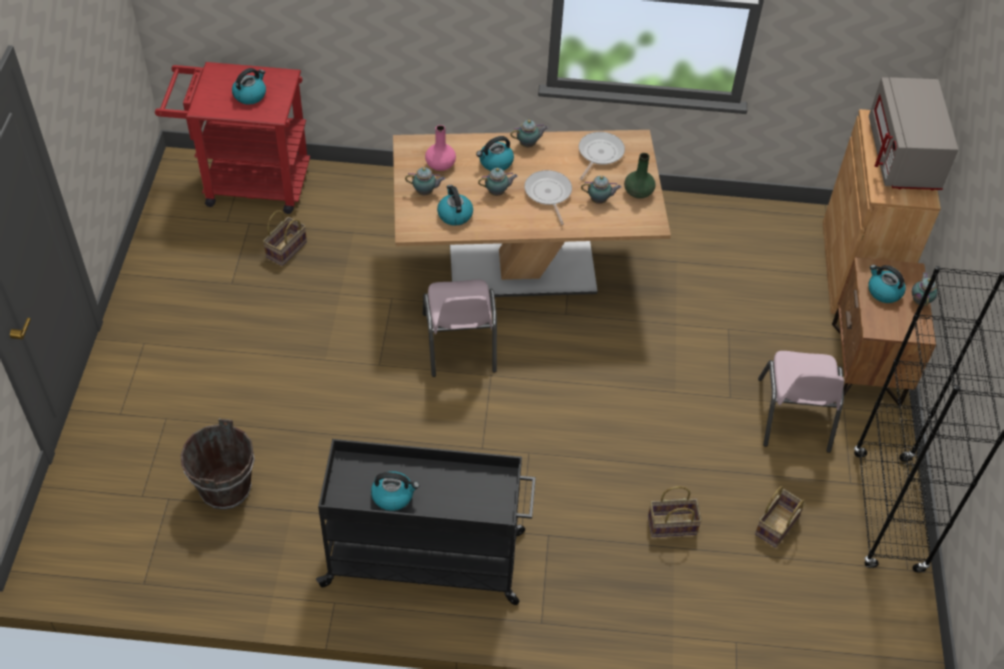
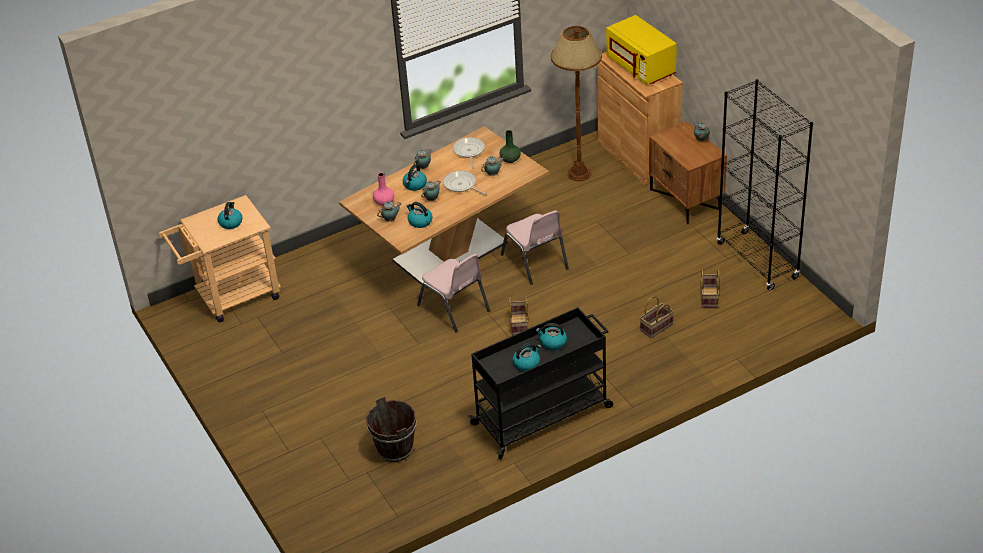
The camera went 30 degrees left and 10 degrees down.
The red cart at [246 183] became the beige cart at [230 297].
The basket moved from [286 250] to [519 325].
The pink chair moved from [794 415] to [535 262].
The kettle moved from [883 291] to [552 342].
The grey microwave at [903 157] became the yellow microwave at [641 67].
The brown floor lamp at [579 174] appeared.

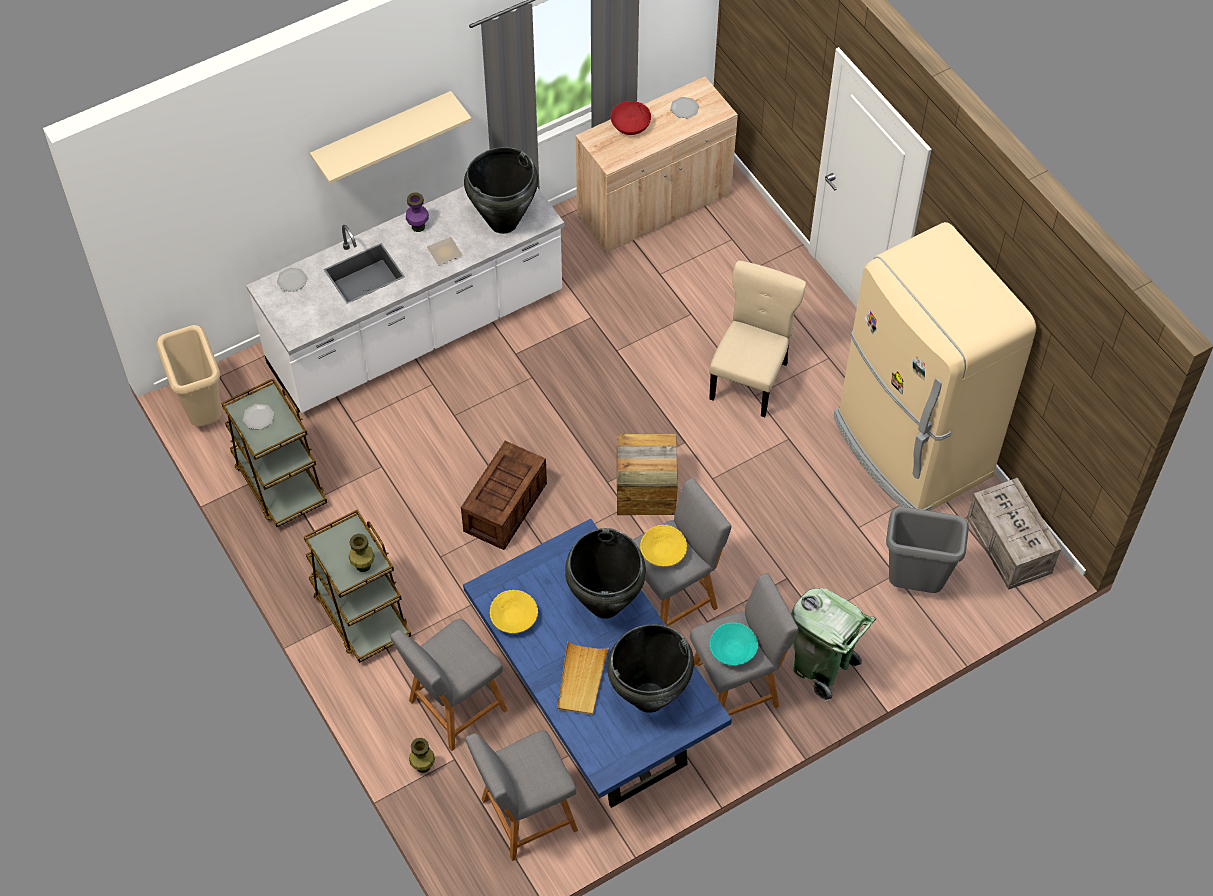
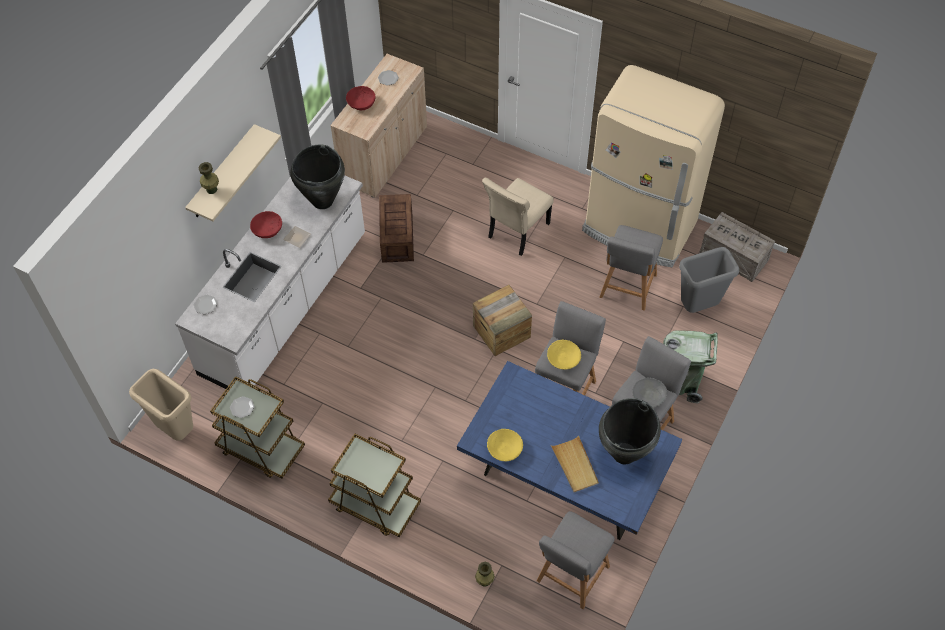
The camera went 30 degrees left and 0 degrees up.
The green vase moved from [363 565] to [211 189].
The grey stool moved from [454 708] to [627 288].
The purple vase at [418 226] was replaced by the red bowl at [267 229].
The crate moved from [505 506] to [397 236].
The black vase at [605 604] disappeared.
The beige chair at [750 378] turned 135 degrees counterclockwise.
The turquoise bowl at [733 650] became the grey bowl at [648 397].

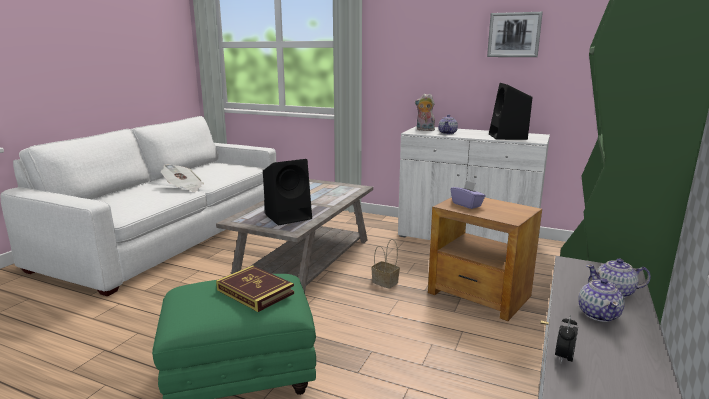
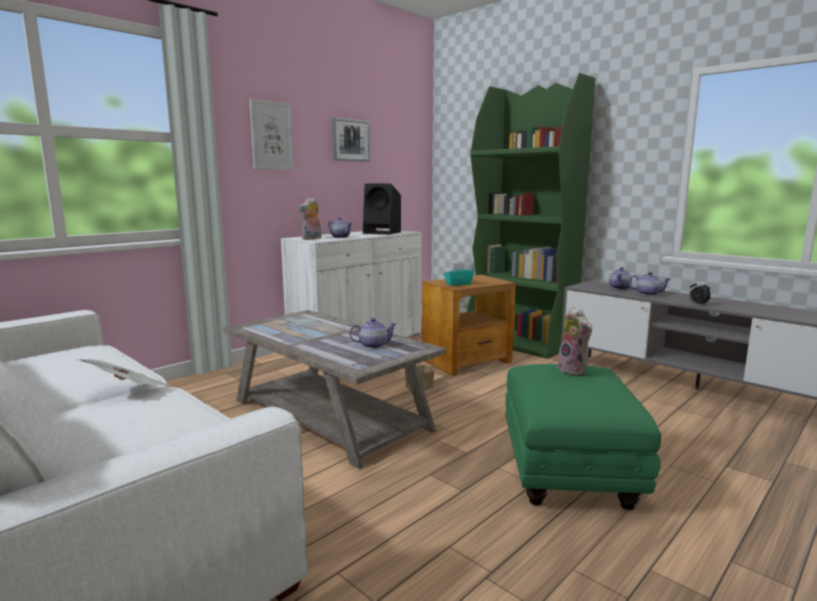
The camera went 70 degrees left and 5 degrees down.
The book at [255 292] was replaced by the plush toy at [574 371].
The black speaker at [289 216] was replaced by the teapot at [373 345].
The purple tissue box at [467 204] became the turquoise tissue box at [458 284].
The picture at [272 135] appeared.

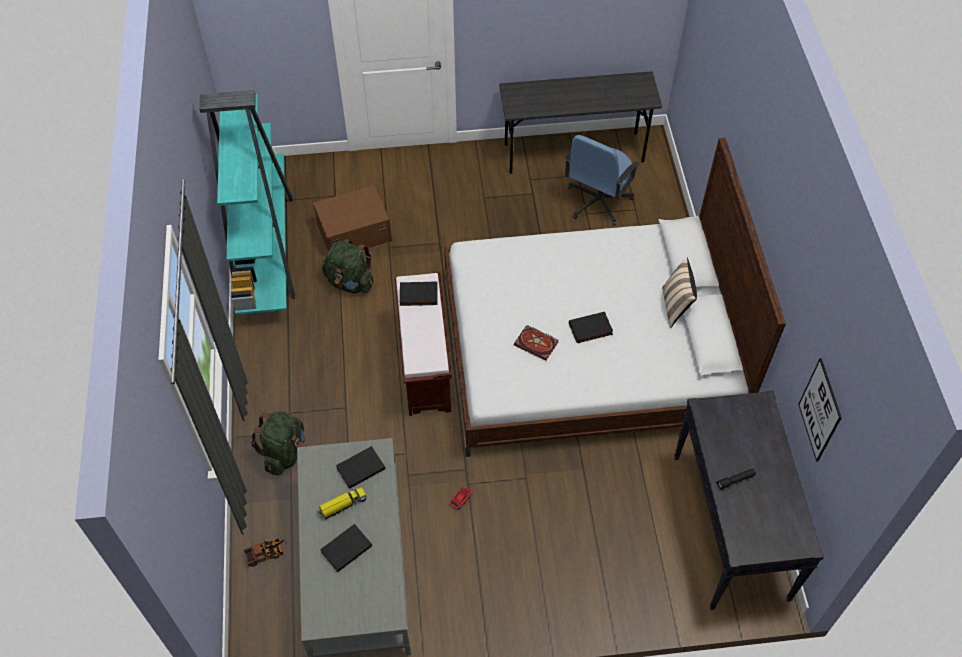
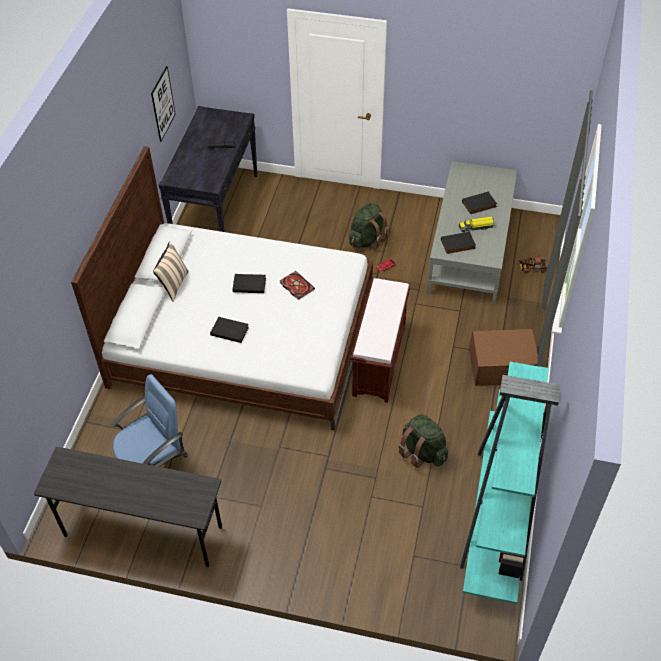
The camera went 160 degrees left and 5 degrees down.
The green backpack moved from [284 452] to [367 239].
The brown storage box moved from [353 232] to [502 367].
The black book moved from [418 296] to [230 330].

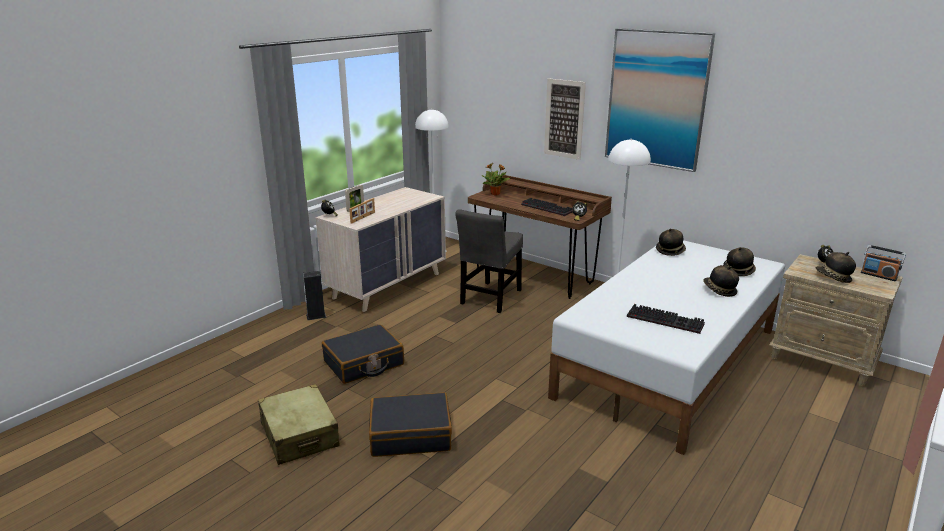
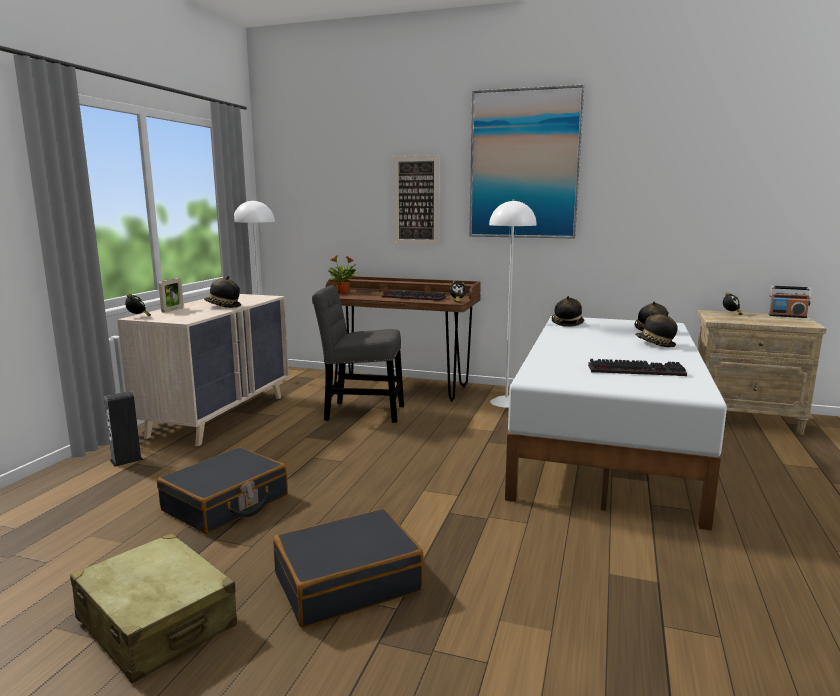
The camera went 20 degrees left and 10 degrees down.
The picture frame at [363 217] disappeared.
The grey chair at [490 298] turned 90 degrees clockwise.
The hat moved from [833 278] to [222 306].

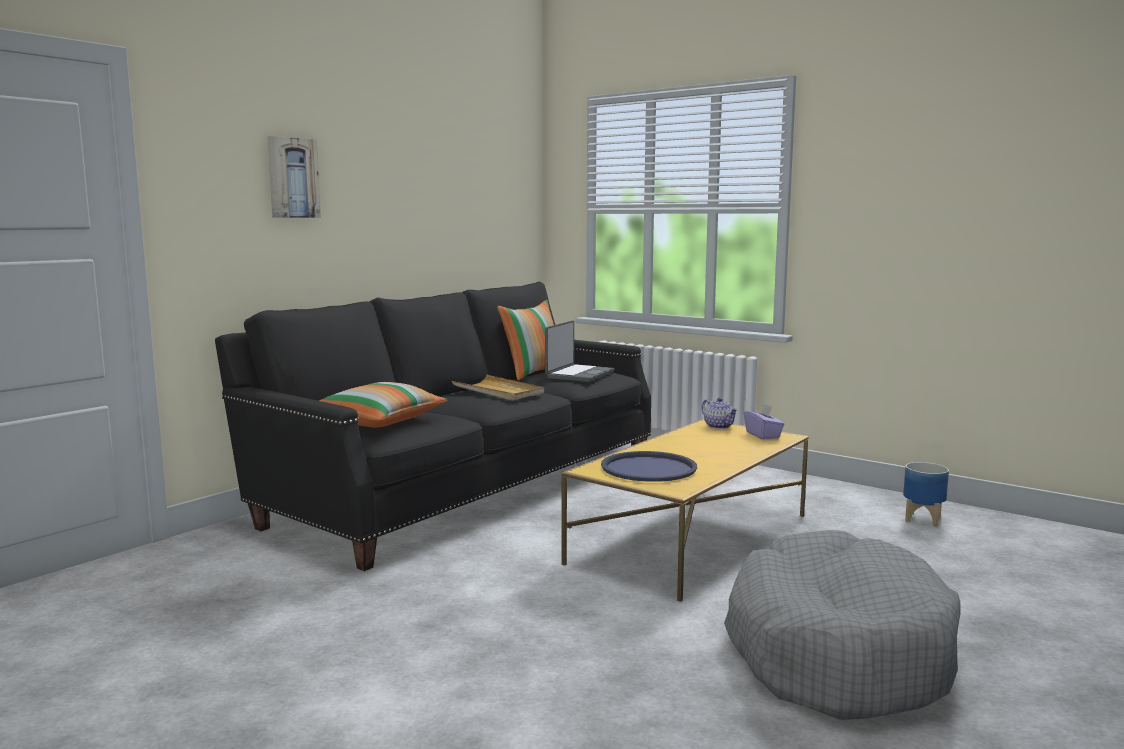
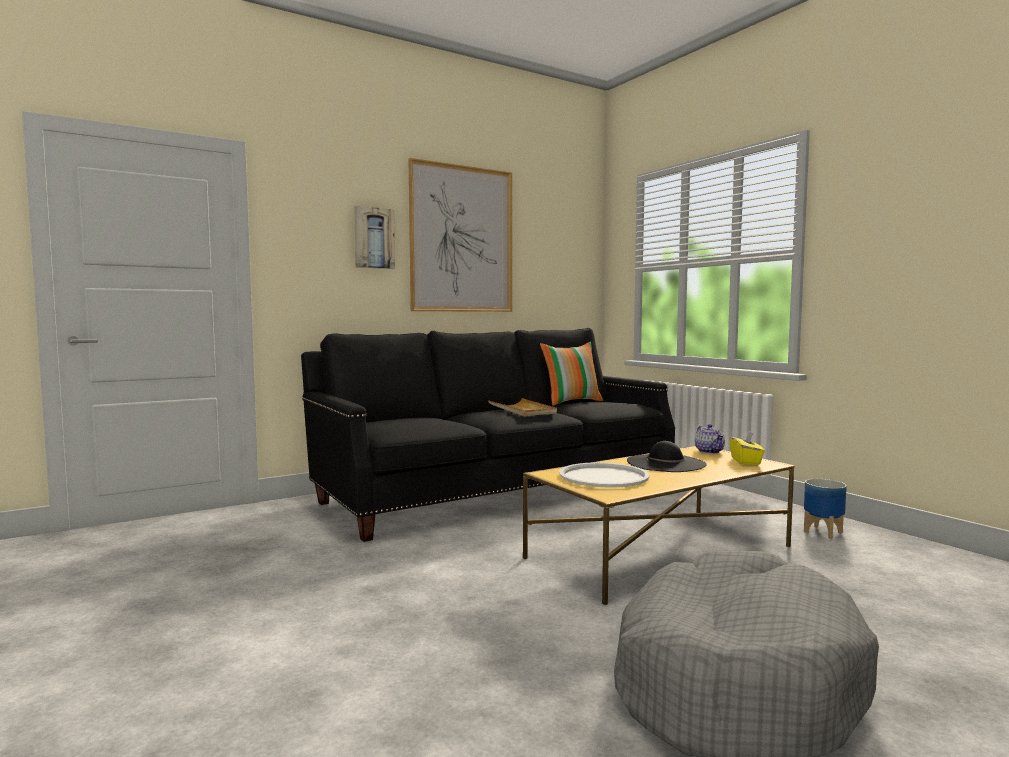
The camera went 20 degrees right and 5 degrees down.
The pillow at [378 422] disappeared.
The laptop at [579 374] disappeared.
The blue tray at [648 468] became the white tray at [603 477].
The purple tissue box at [763 435] became the yellow tissue box at [746 461].
The planter moved from [922 519] to [823 532].
The picture at [462 239] appeared.
The black hat at [666 463] appeared.

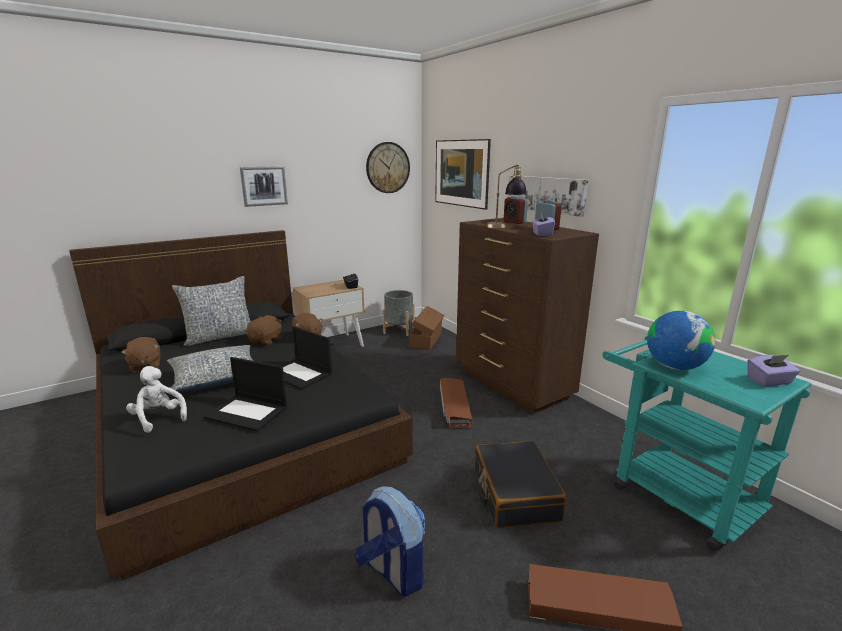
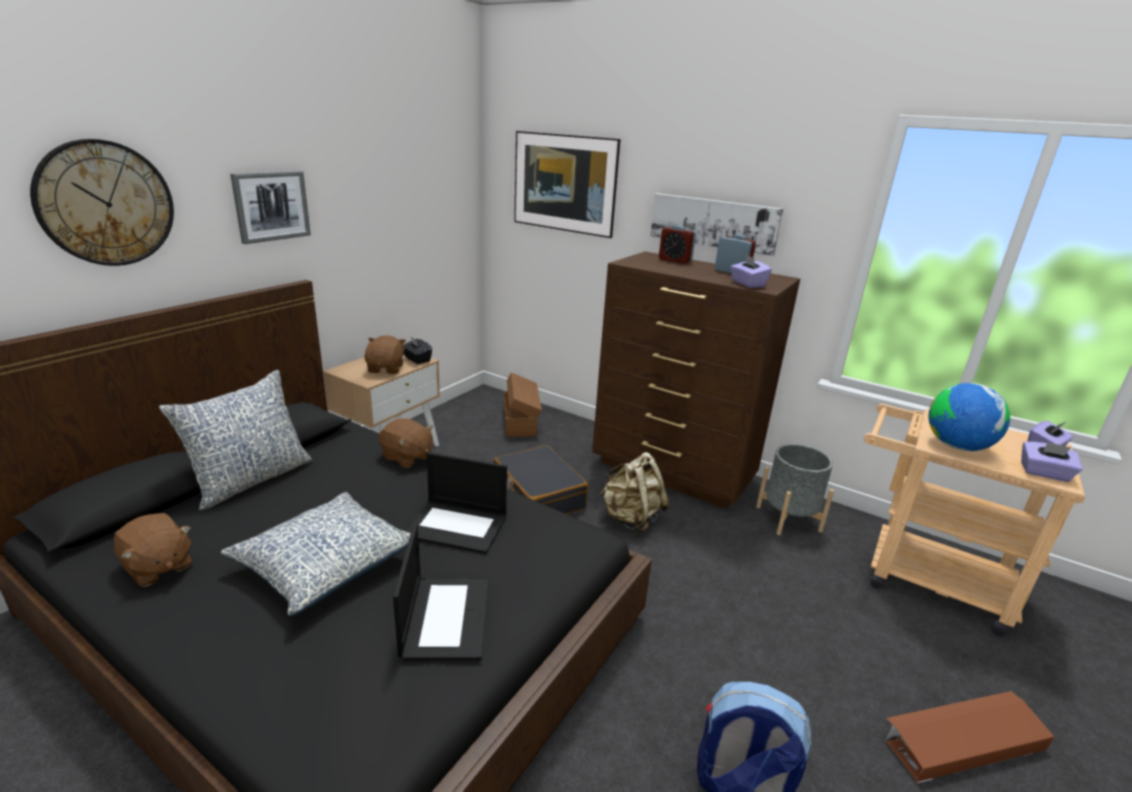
The camera went 25 degrees left and 5 degrees up.
The white plush toy at [159 418] disappeared.
The laptop at [248 412] turned 90 degrees counterclockwise.
The brown plush toy moved from [266 340] to [386 368].
The wall clock moved from [387 167] to [106 204].
The grey planter moved from [399 330] to [788 519].
The brown storage box at [454 406] was replaced by the beige backpack at [631 519].
The black suitcase moved from [514 493] to [538 495].
The table lamp at [505 226] disappeared.
The turquoise cart at [673 492] became the beige cart at [922 576].
The purple tissue box at [1044 473] appeared.

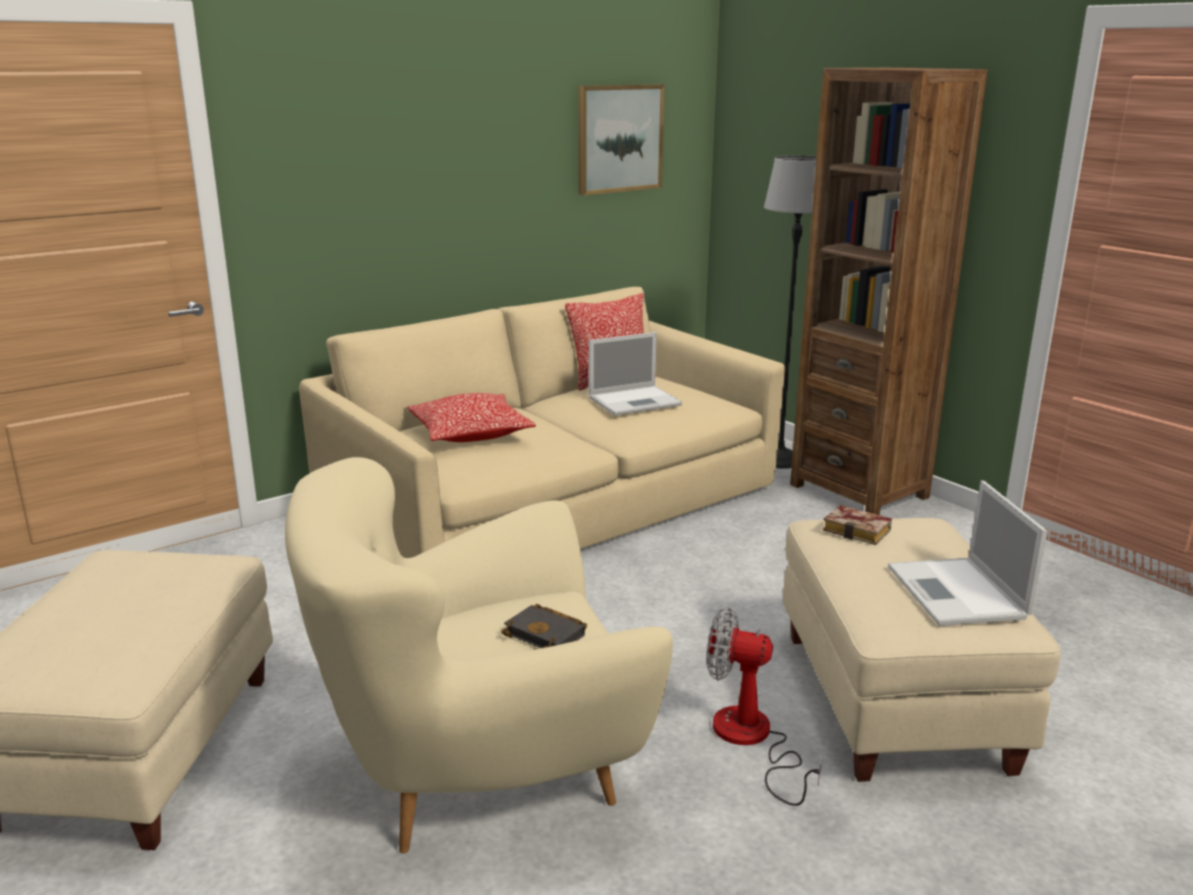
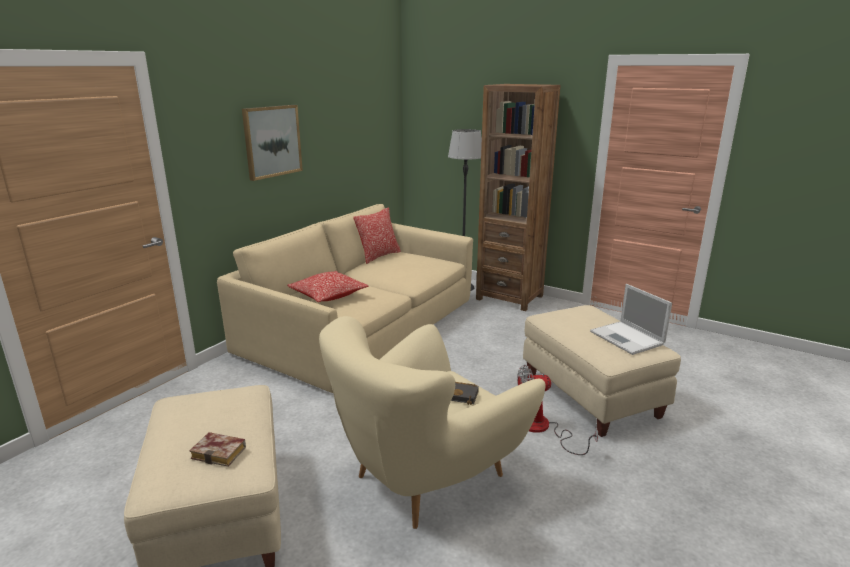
The camera went 20 degrees left and 0 degrees up.
The picture moved from [619 138] to [272 141].
The laptop at [636 401] disappeared.
The book moved from [859 531] to [221 452].

